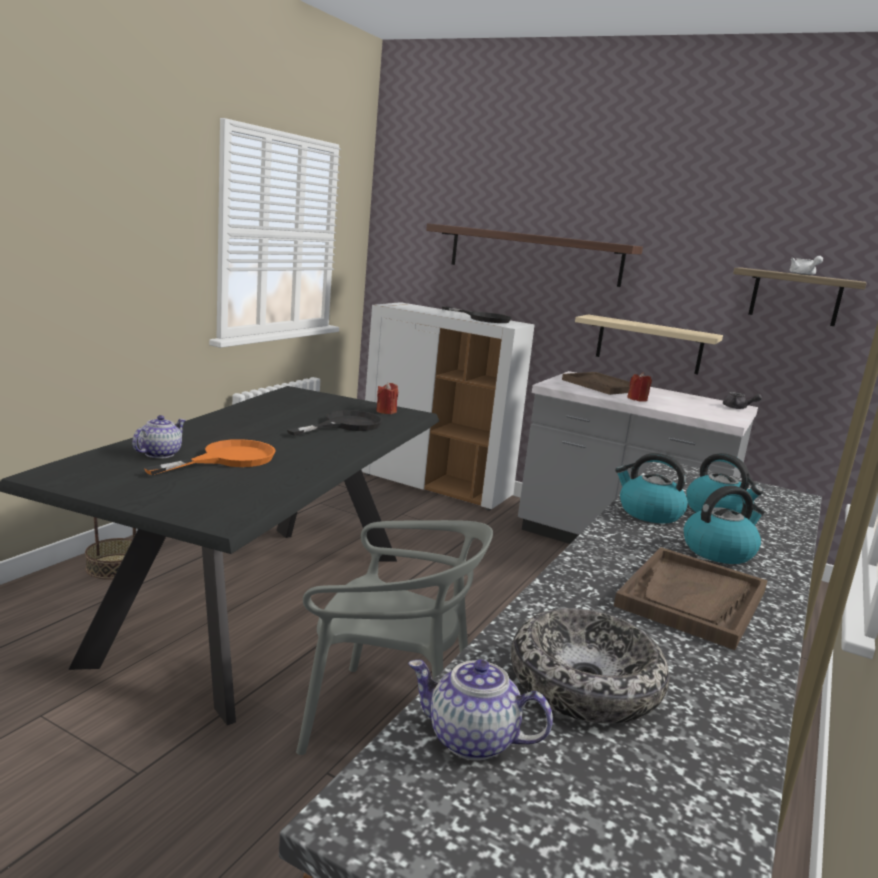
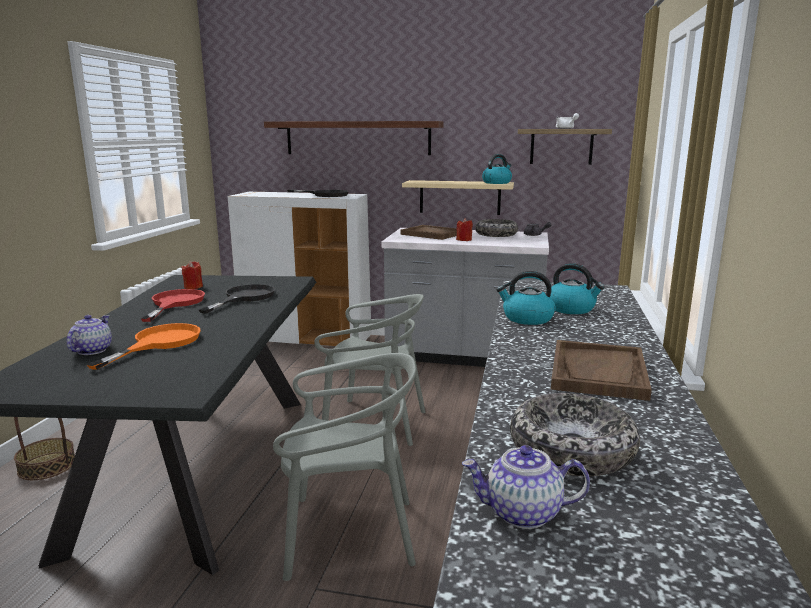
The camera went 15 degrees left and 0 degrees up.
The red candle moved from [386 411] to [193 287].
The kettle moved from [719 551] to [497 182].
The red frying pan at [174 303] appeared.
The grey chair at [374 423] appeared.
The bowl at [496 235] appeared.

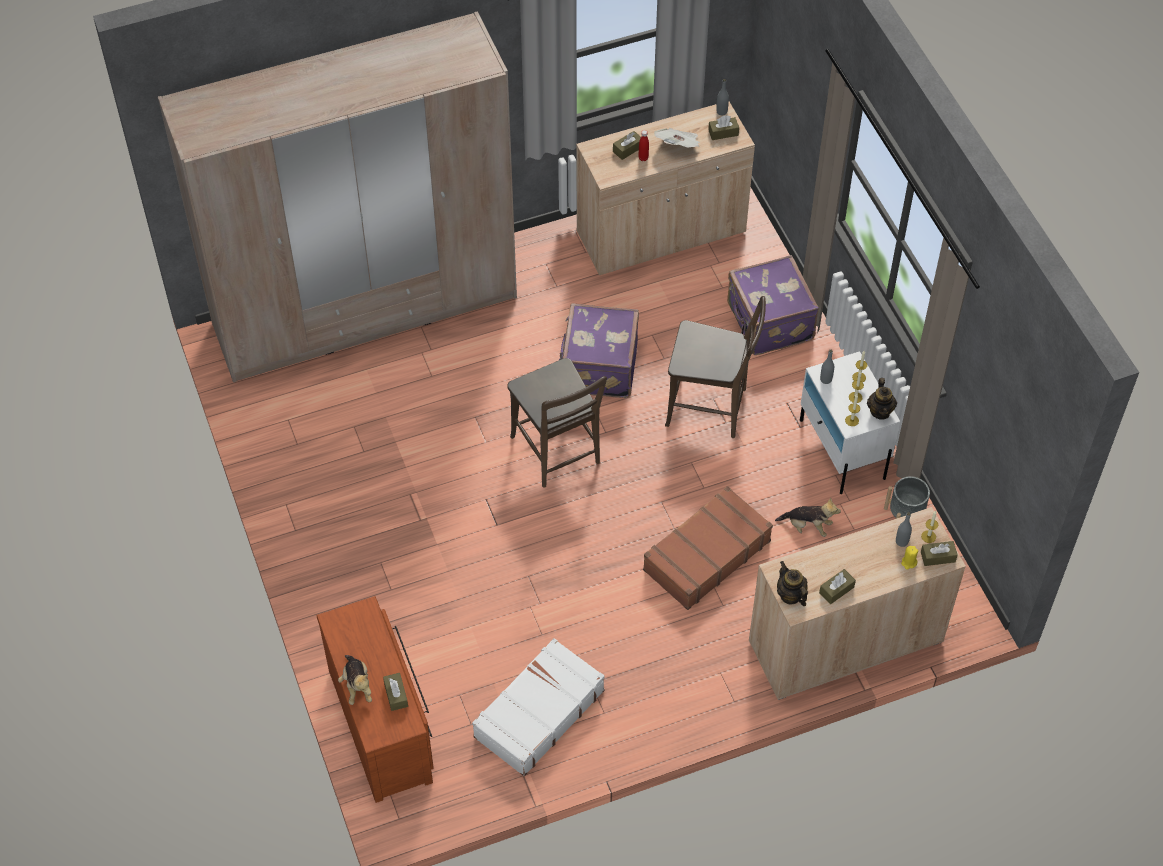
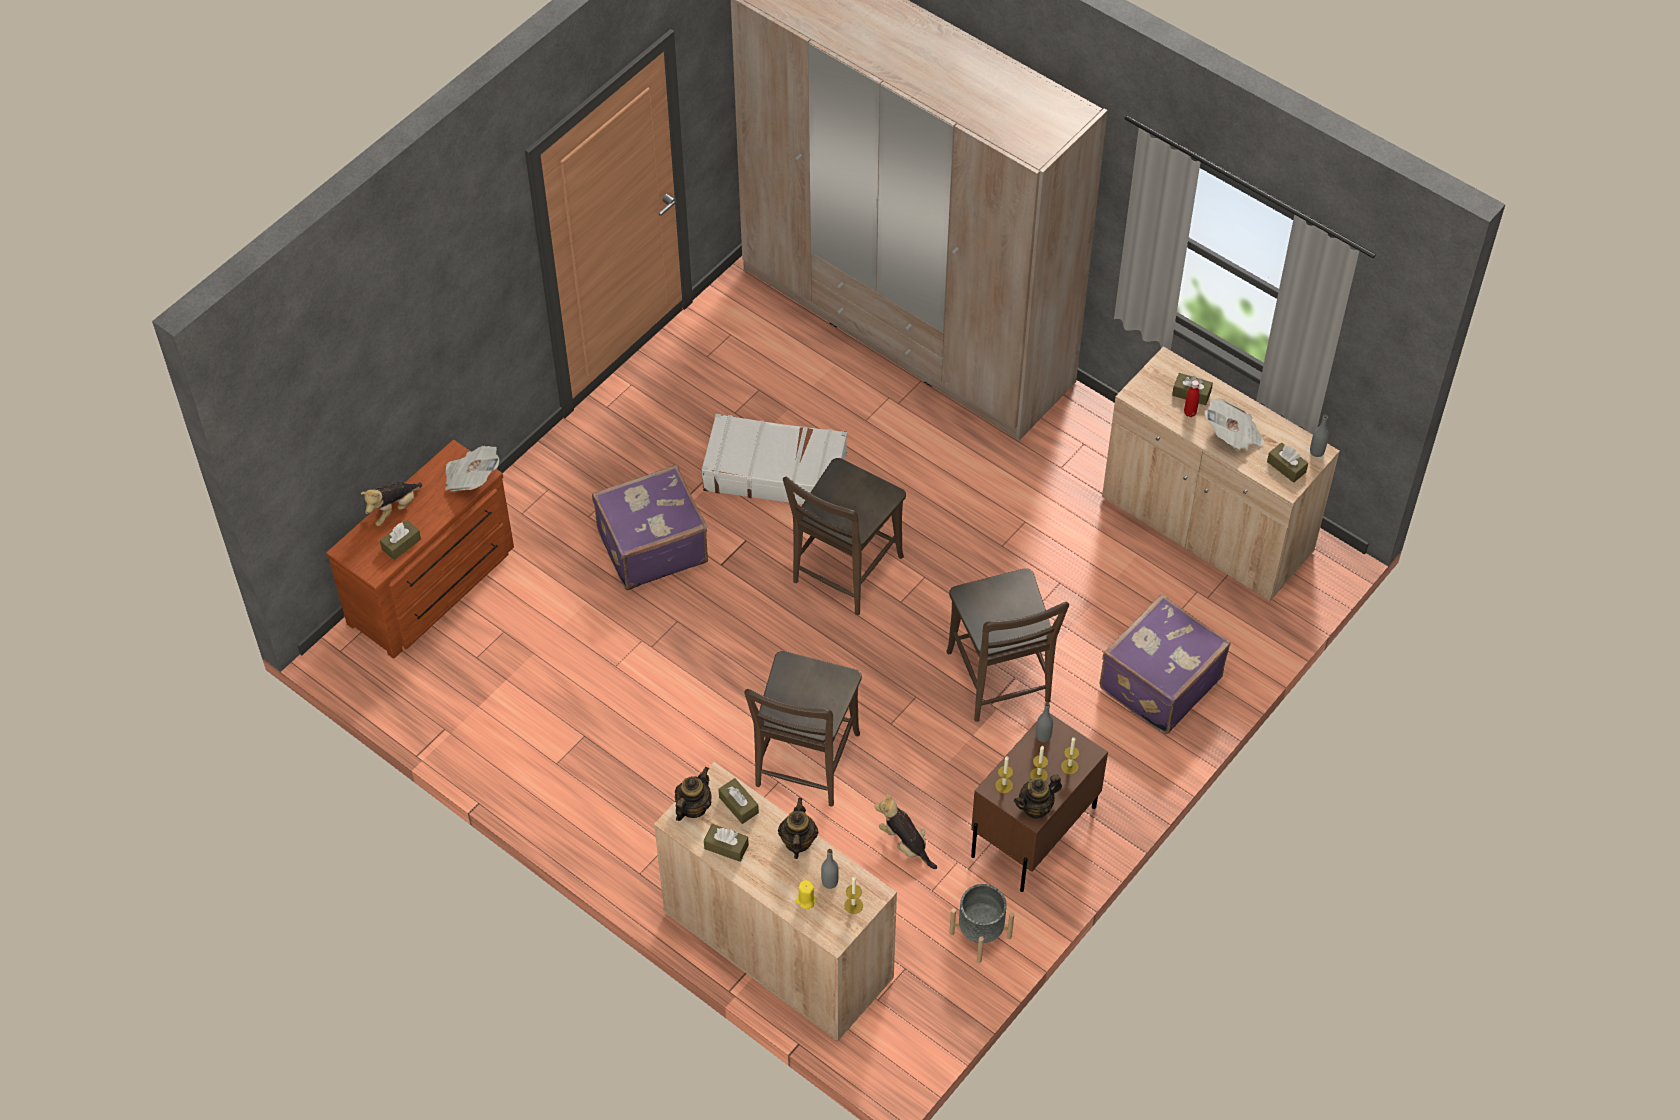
The camera went 60 degrees right and 0 degrees up.
The white suitcase moved from [538 713] to [775 471].
The purple suitcase moved from [598 367] to [651 546].
The brown suitcase at [706 555] was replaced by the brown chair at [804 765].
The plush toy at [807 526] turned 150 degrees clockwise.
The white nightstand at [842 449] became the brown nightstand at [1033 831].
The brown tissue box moved from [938 557] to [738 805].
The newspaper at [472 478] appeared.
The teapot at [797 841] appeared.

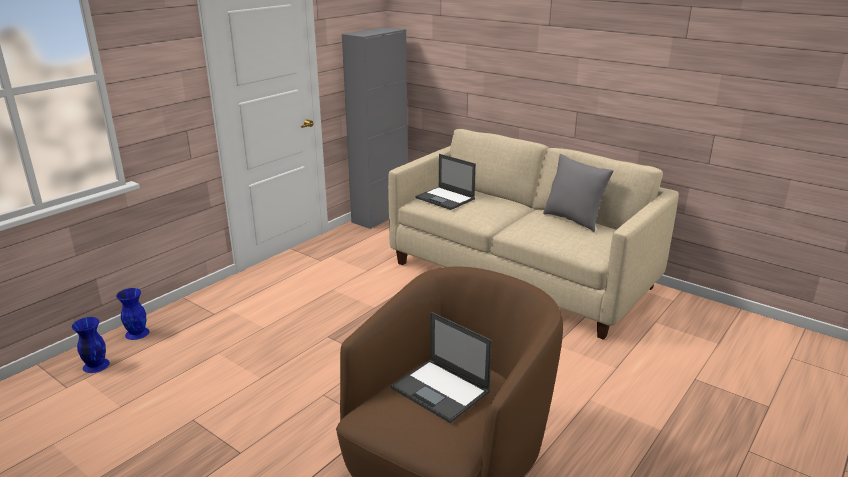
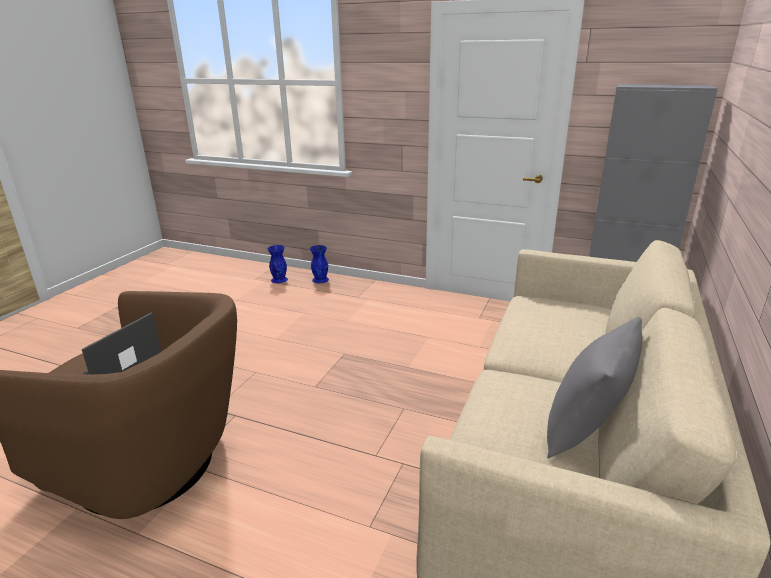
The camera went 75 degrees right and 0 degrees up.
The laptop at [446 198] disappeared.

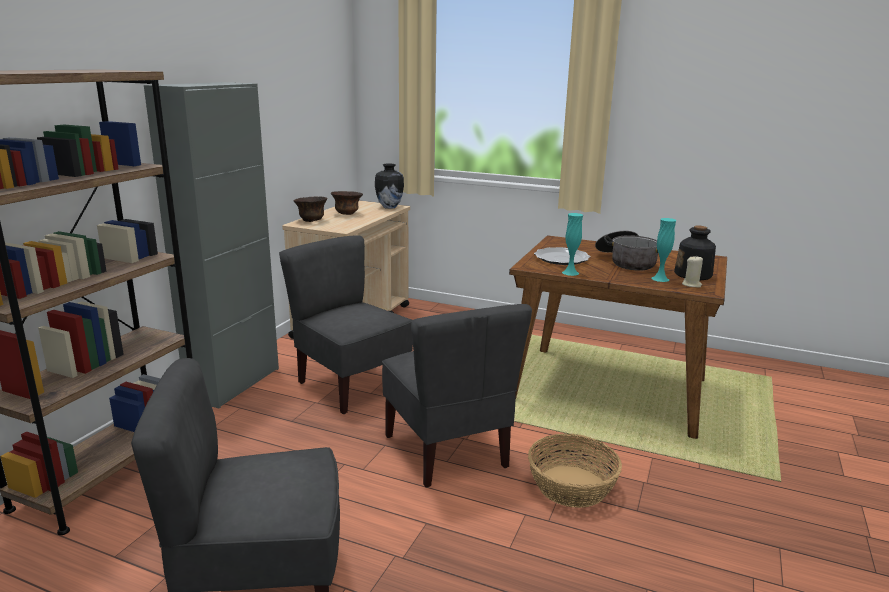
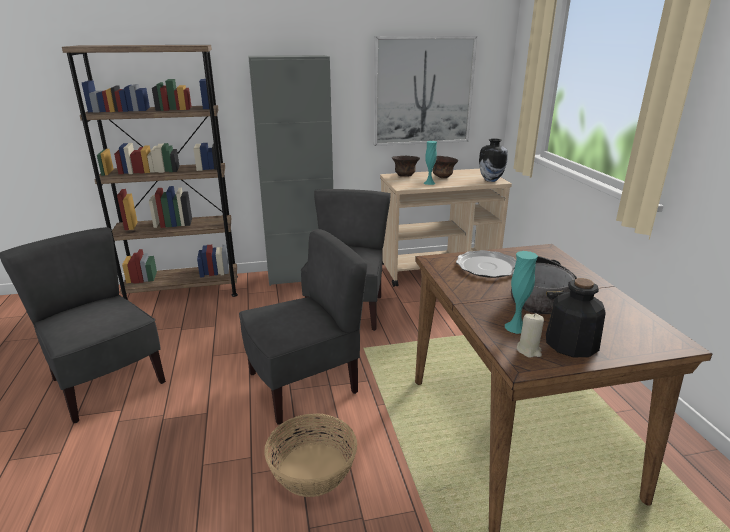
The camera went 55 degrees right and 5 degrees up.
The grey chair at [448 451] turned 150 degrees counterclockwise.
The turquoise vase moved from [570 273] to [429 183].
The picture at [423 91] appeared.

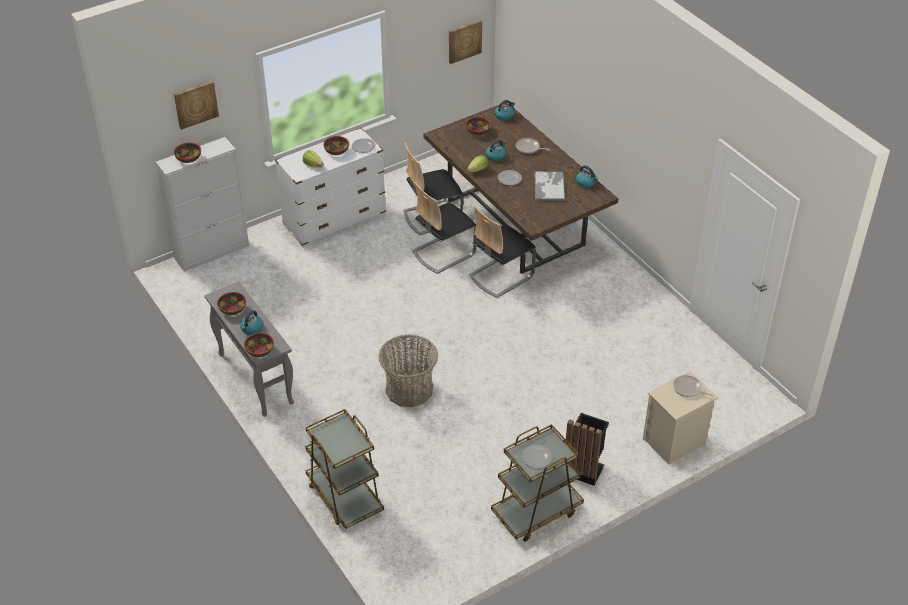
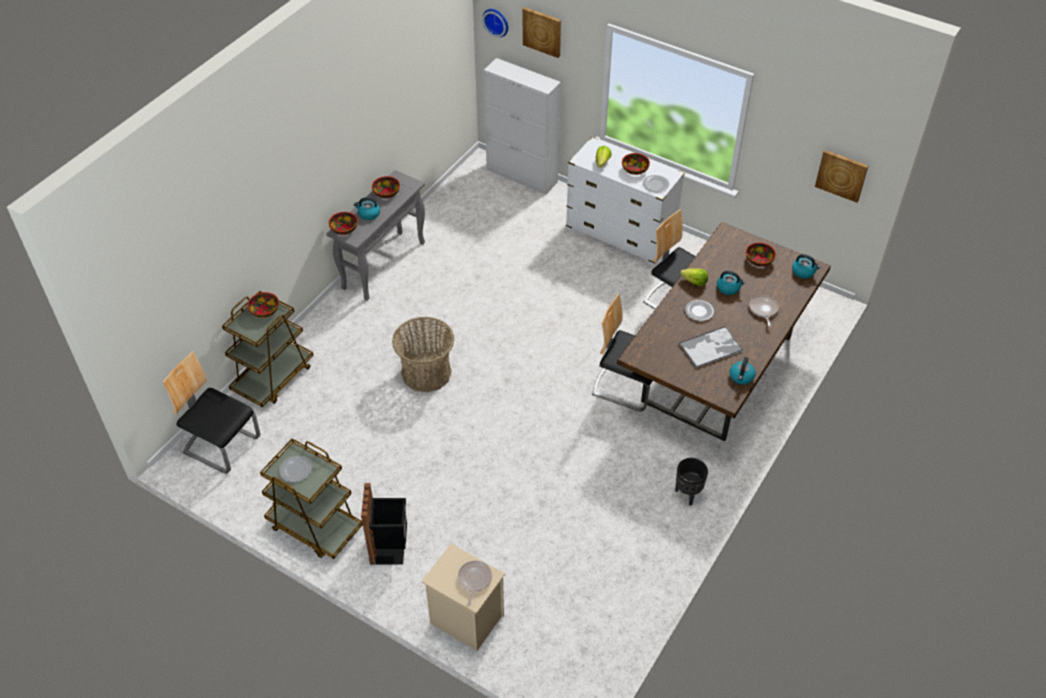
The camera went 65 degrees right and 5 degrees up.
The bowl moved from [188 158] to [264 311].
The chair moved from [443 252] to [222 445].
The wall clock at [497 21] appeared.
The black planter at [687 494] appeared.

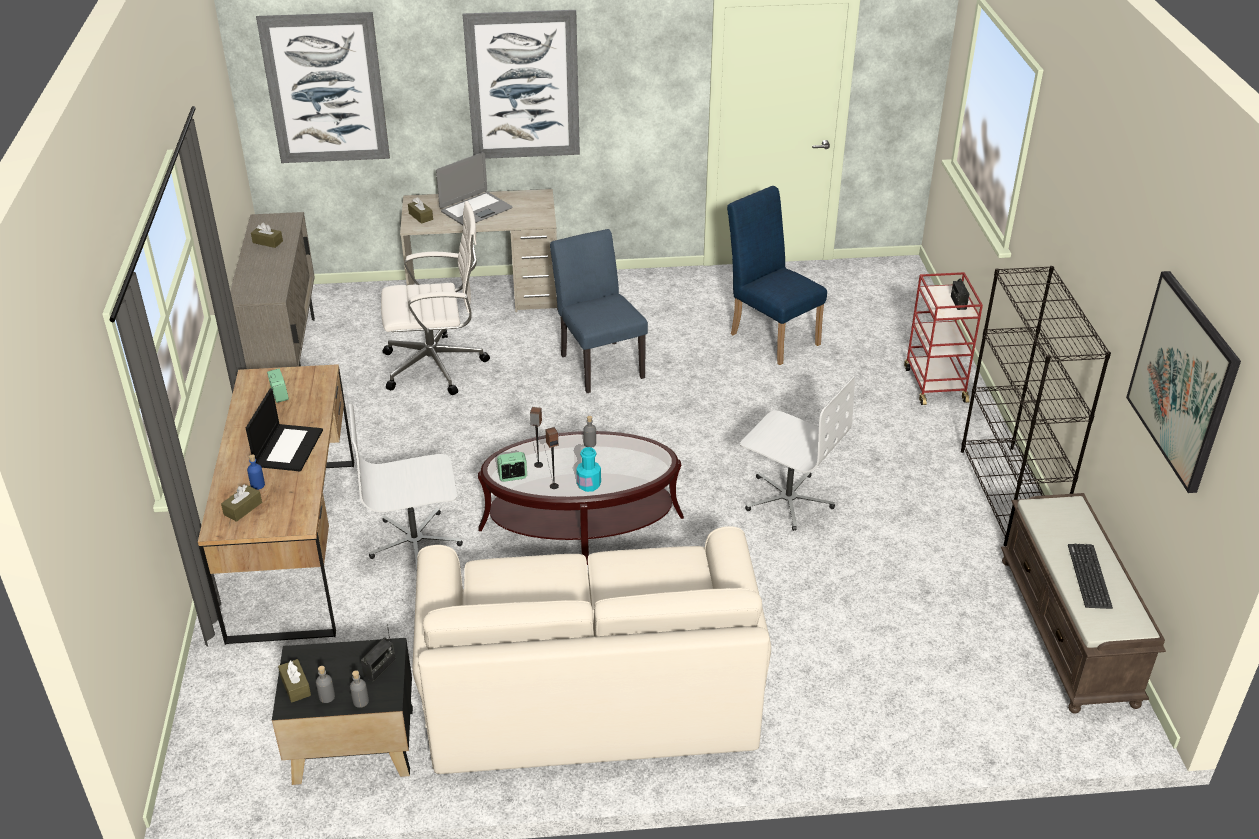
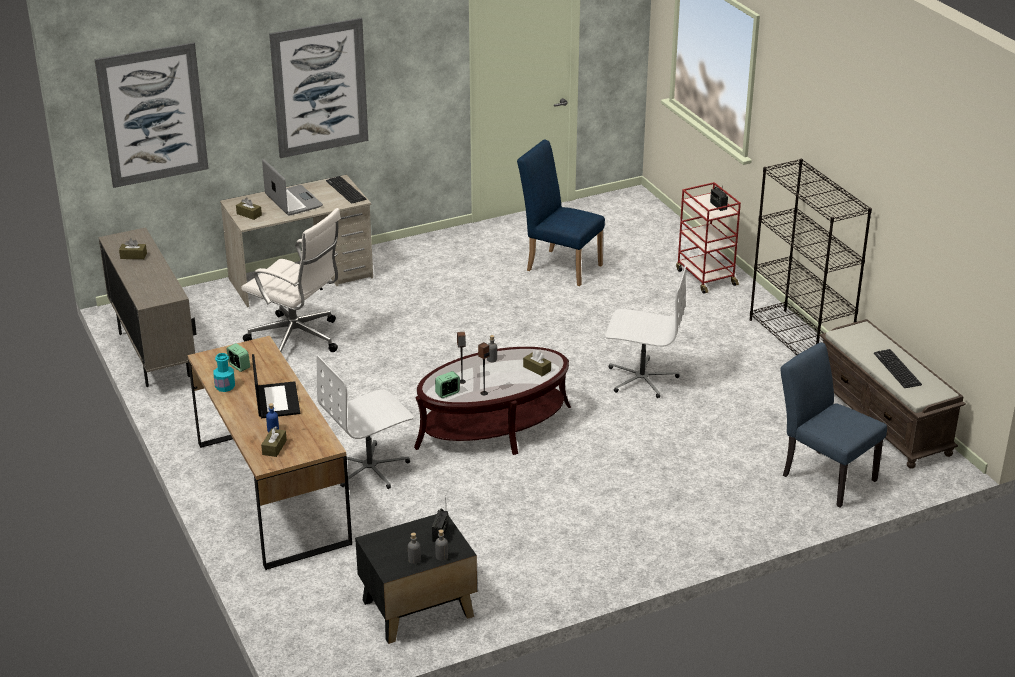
The camera went 20 degrees left and 5 degrees down.
The brown tissue box moved from [295 686] to [537 369].
The white office chair at [437 366] turned 60 degrees clockwise.
The beige sofa at [589 688] disappeared.
The laptop at [475 210] turned 60 degrees counterclockwise.
The blue chair moved from [599 363] to [823 475].
The turquoise bottle moved from [589 485] to [225 387].
The picture at [1183 380] disappeared.
The keyboard at [346 190] appeared.

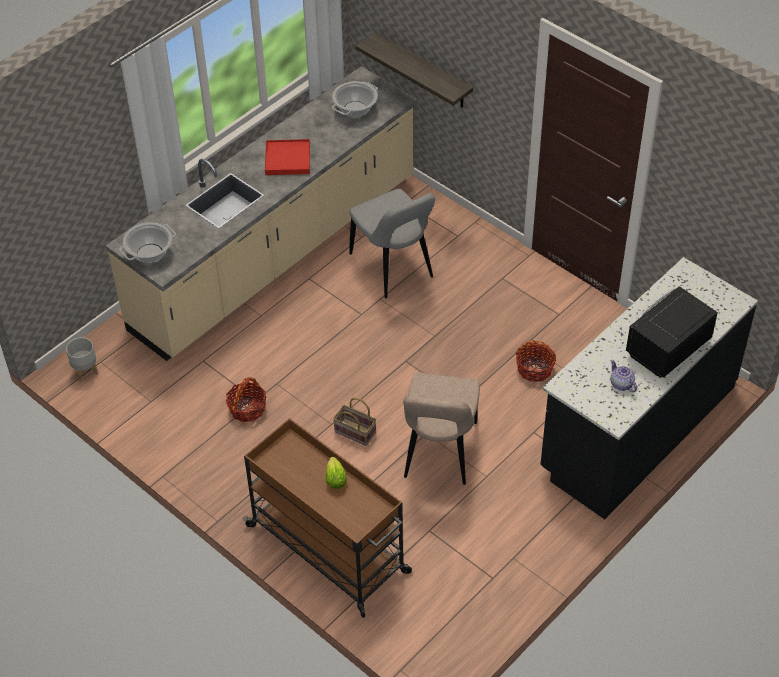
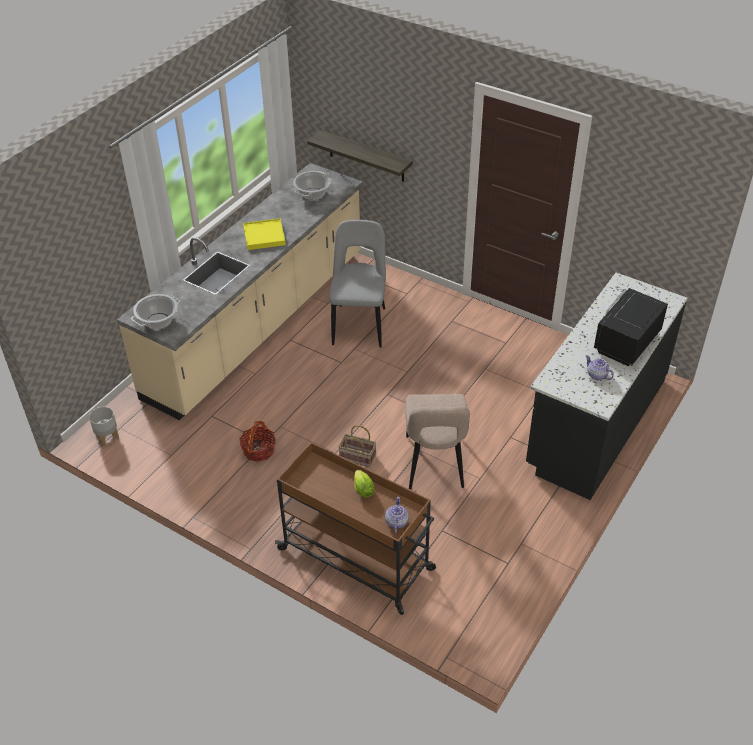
The camera went 10 degrees left and 5 degrees down.
The red tray at [287 159] became the yellow tray at [264 236].
The grey chair at [393 268] turned 135 degrees counterclockwise.
The basket at [534 369] disappeared.
The teapot at [396 522] appeared.

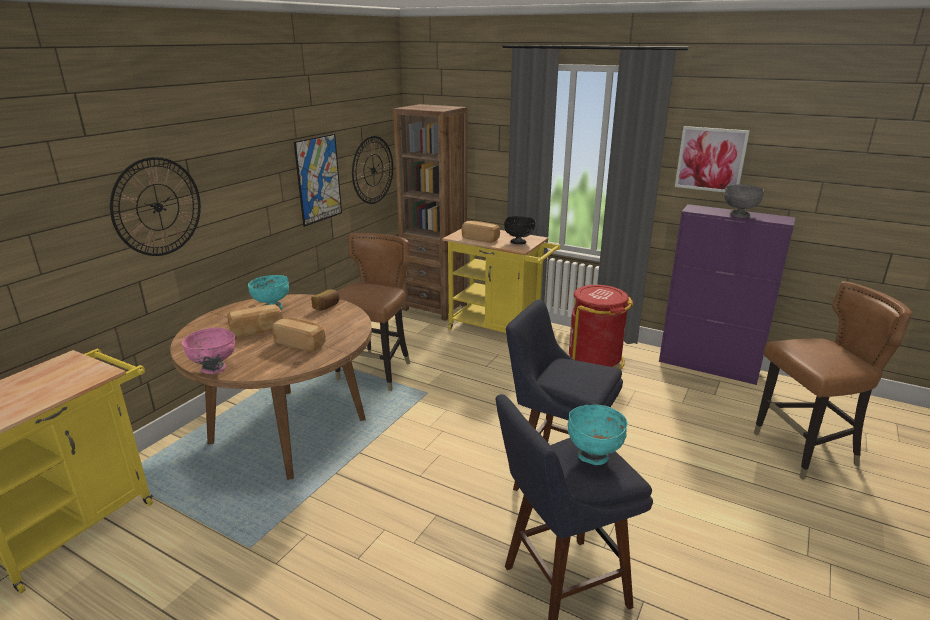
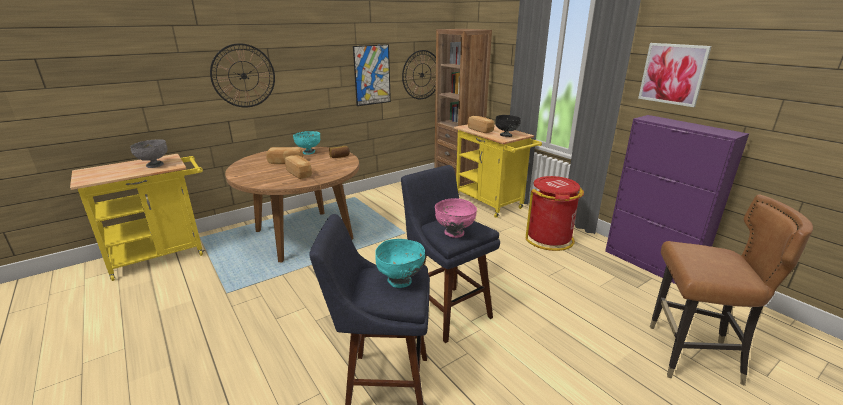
The camera went 25 degrees right and 0 degrees up.
The pink bowl moved from [214 369] to [454 233].
The brown chair at [376 373] disappeared.
The grey bowl moved from [739 215] to [154 165].

